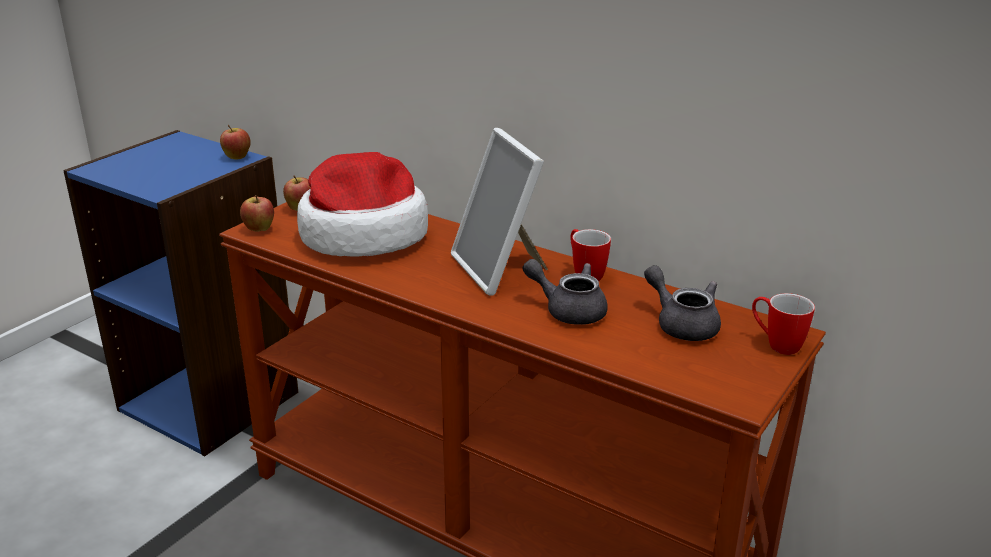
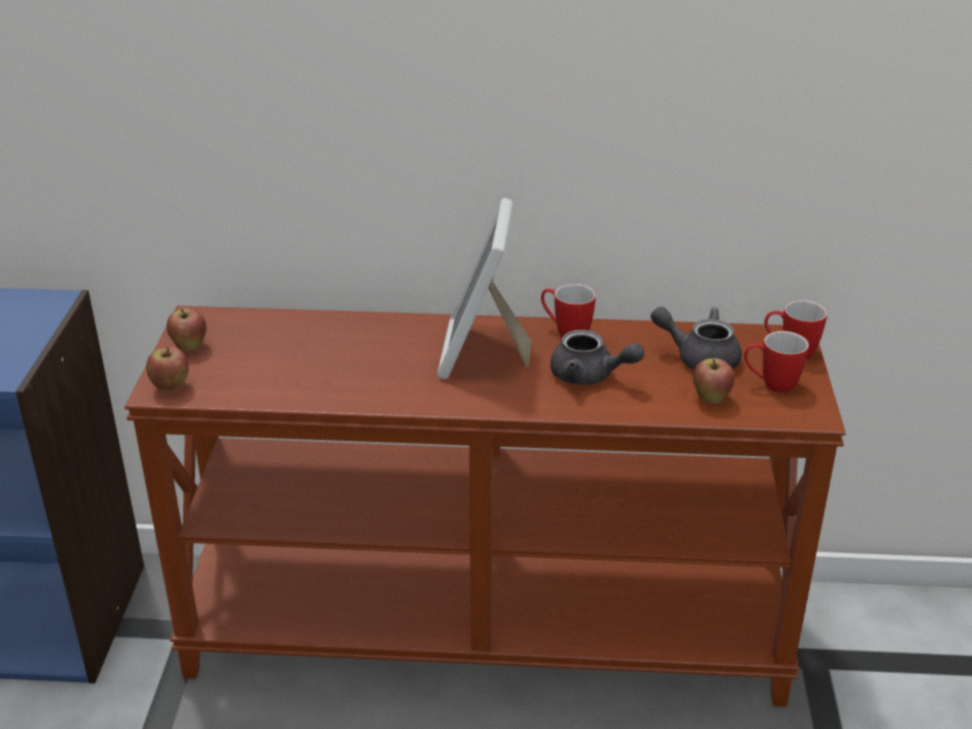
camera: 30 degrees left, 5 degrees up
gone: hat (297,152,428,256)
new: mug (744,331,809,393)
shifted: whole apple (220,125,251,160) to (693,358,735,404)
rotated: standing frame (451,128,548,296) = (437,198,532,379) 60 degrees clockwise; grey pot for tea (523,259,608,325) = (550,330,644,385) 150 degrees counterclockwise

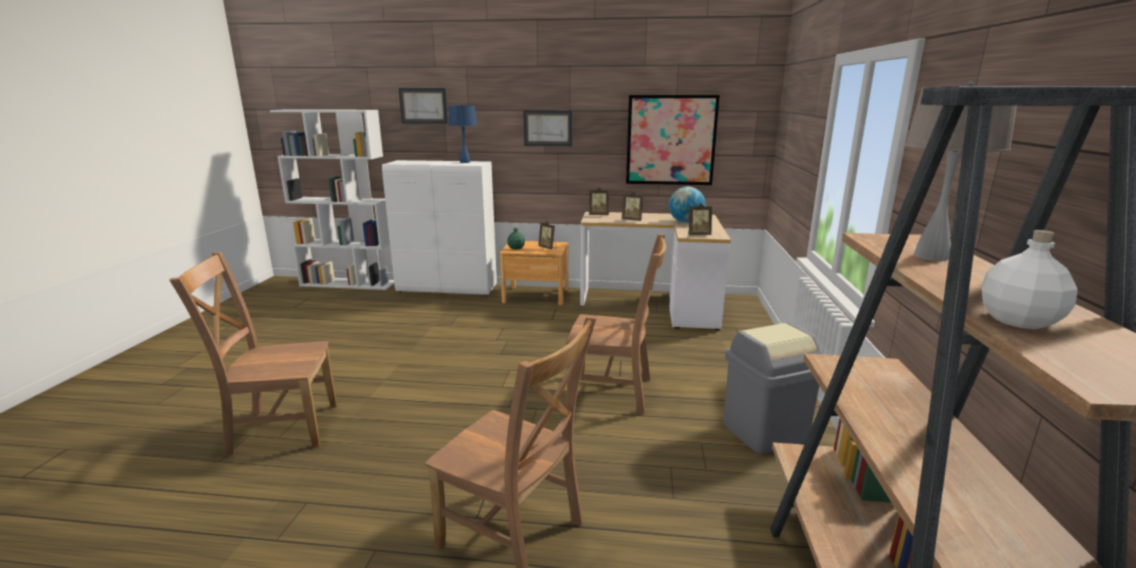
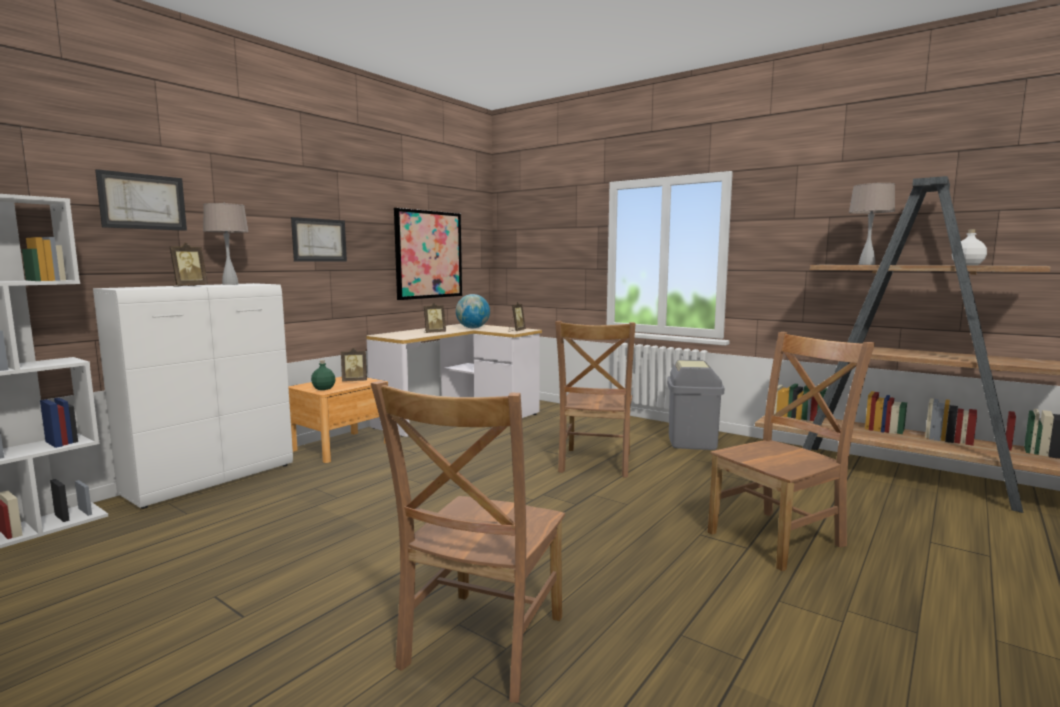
camera: 60 degrees left, 10 degrees down
shifted: standing frame (589,187,609,215) to (170,242,208,287)
repainted: blue lamp for a table (448,104,477,163) to beige-coloured lamp for a table (203,203,249,285)
rotated: brownish plain chair (566,234,666,414) = (555,321,636,477) 150 degrees clockwise

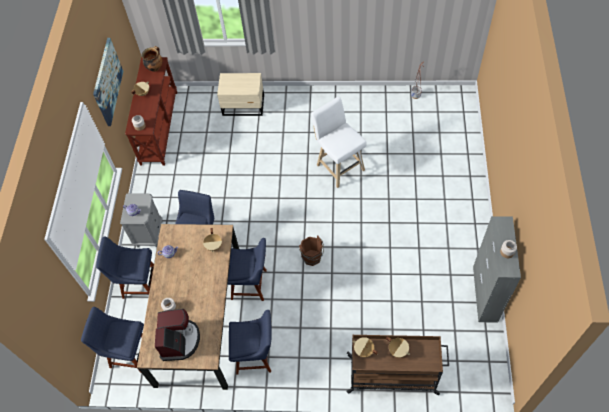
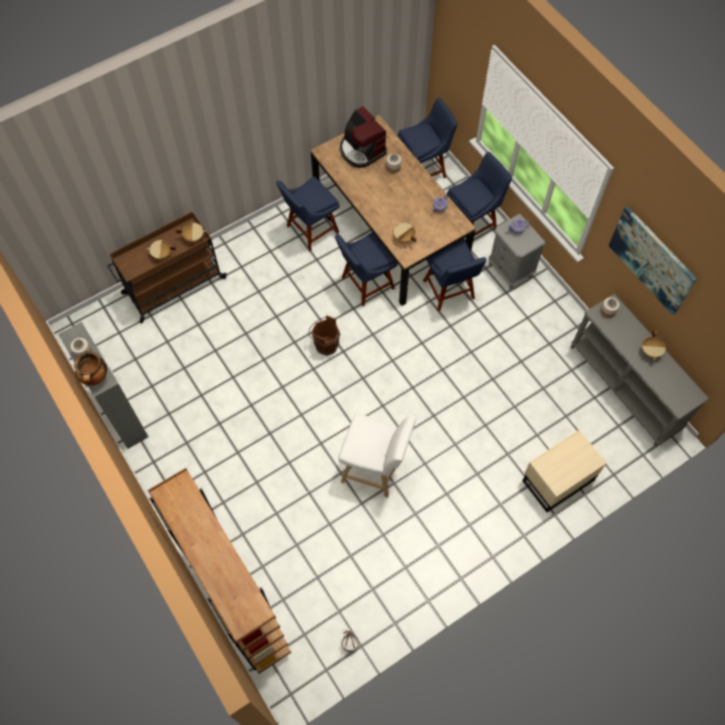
camera: 140 degrees right, 5 degrees up
new: brownish bookcase (148,468,291,674)
shifted: saucepot (142,46,162,72) to (74,351,107,386)
repainted: brownish console table (125,57,177,166) to grey console table (571,294,709,447)

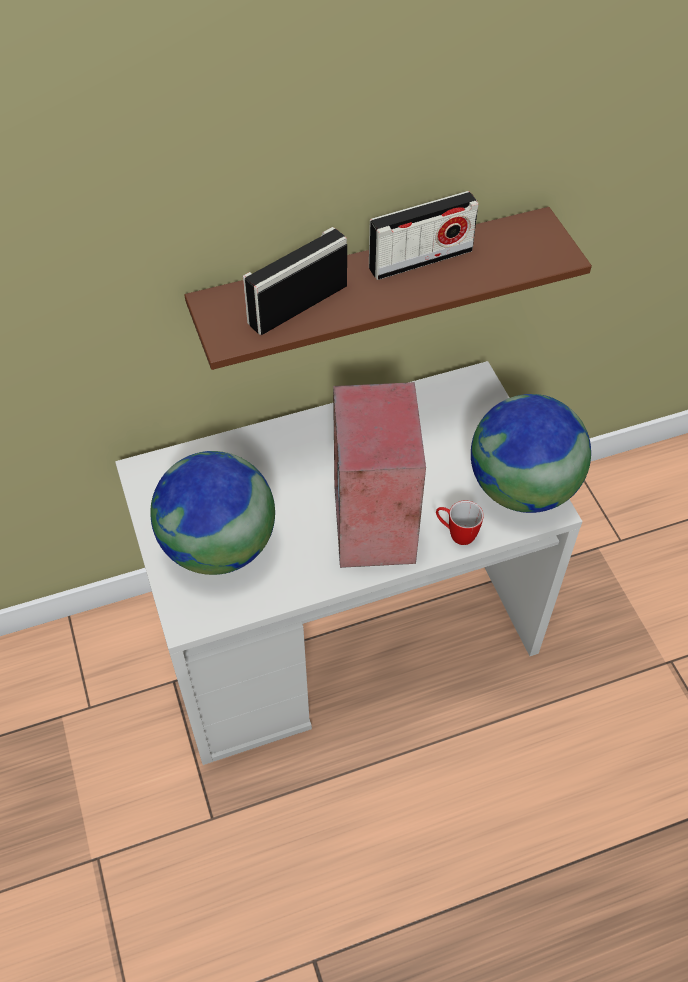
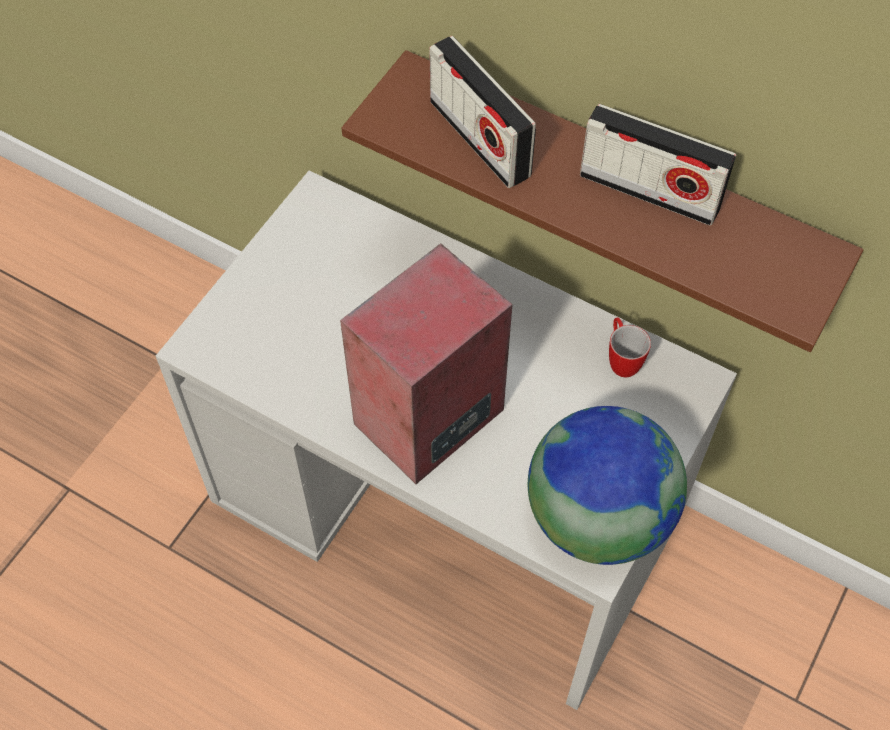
camera: 50 degrees right, 5 degrees up
gone: world globe (150,451,275,575)
shifted: mug (436,500,484,545) to (609,317,651,377)
rotated: radio receiver (243,227,347,335) = (429,36,536,188) 135 degrees counterclockwise

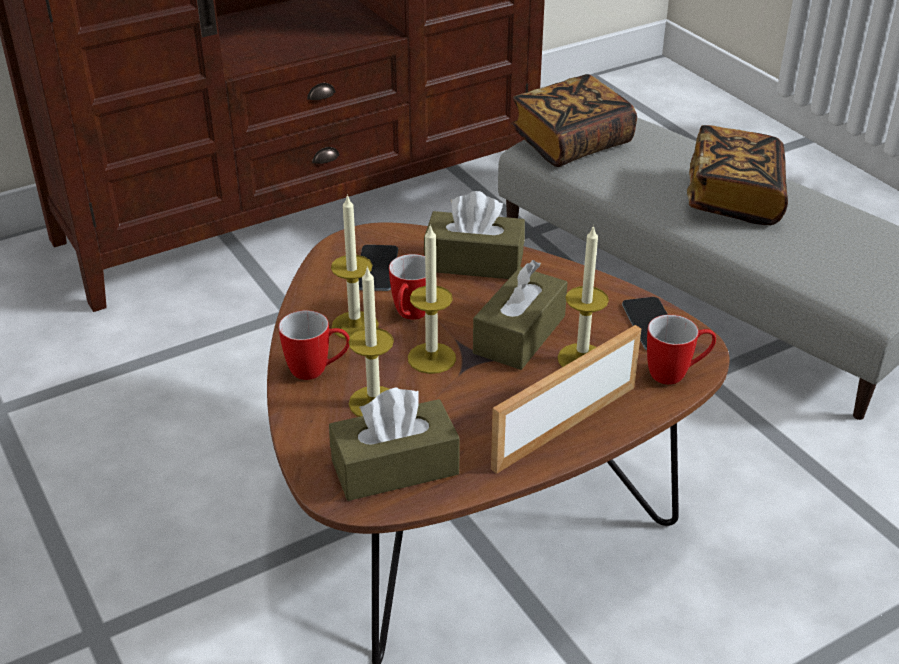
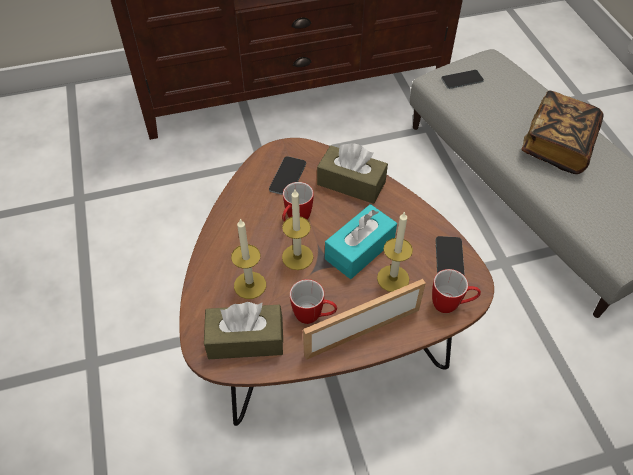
camera: 15 degrees right, 15 degrees up
gone: wax candle (331,194,379,339)
shifted: mug (279,310,350,380) to (290,279,337,324)
swapped: bound book (511,74,637,167) to telephone (441,70,484,89)
repainted: brownish tissue holder (473,260,568,370) to turquoise tissue holder (325,204,397,279)

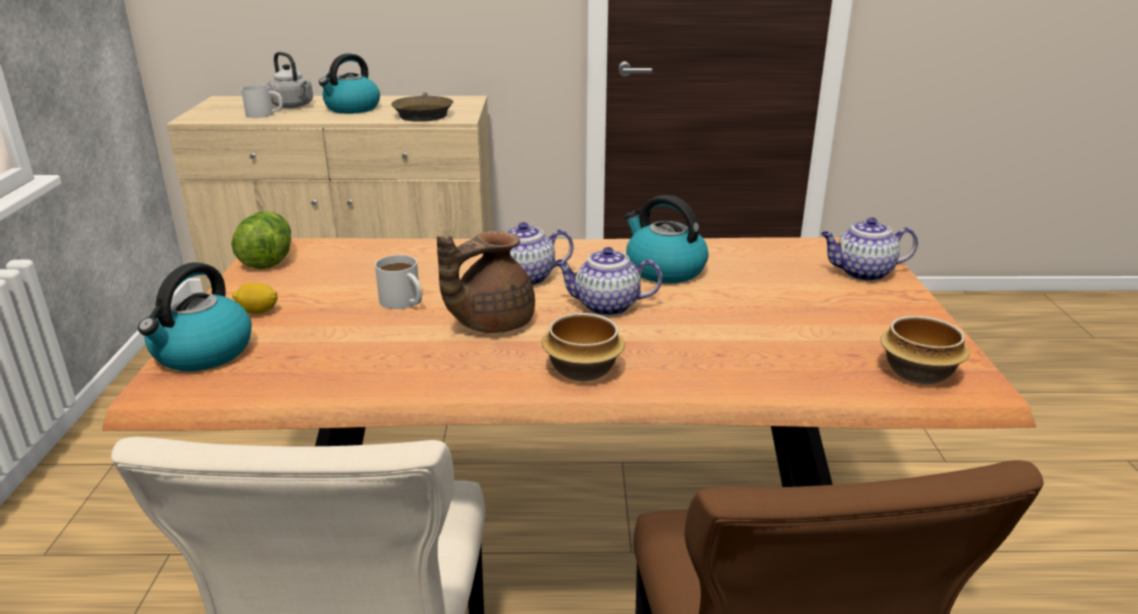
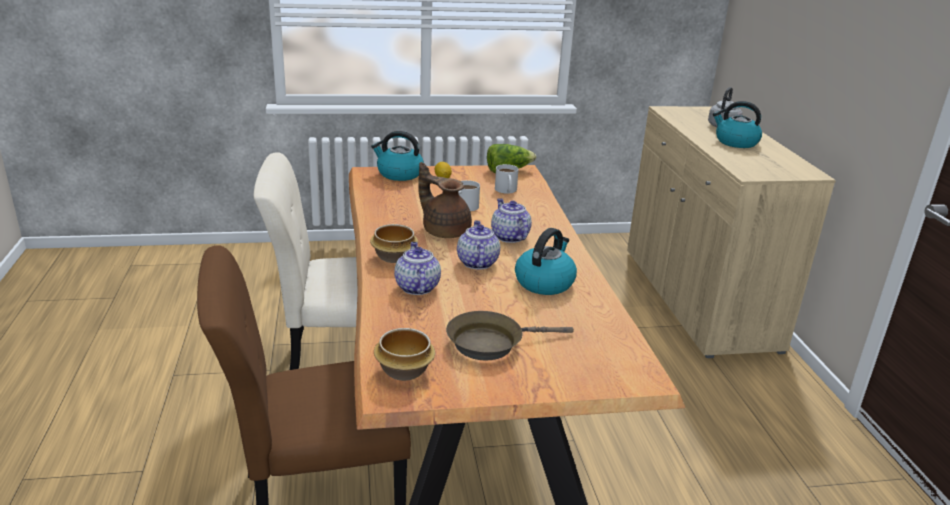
camera: 80 degrees right, 0 degrees up
shifted: white-coloured mug (241,85,283,118) to (495,164,519,193); brownish skillet (391,92,453,122) to (446,311,574,360); pot for tea (821,217,918,281) to (394,242,441,295)

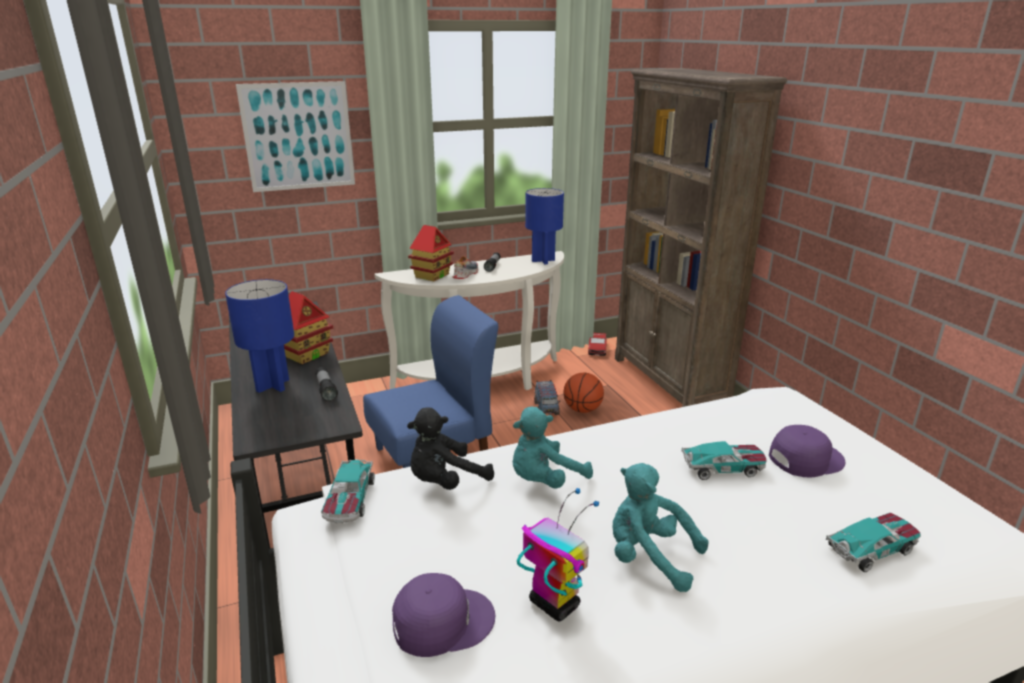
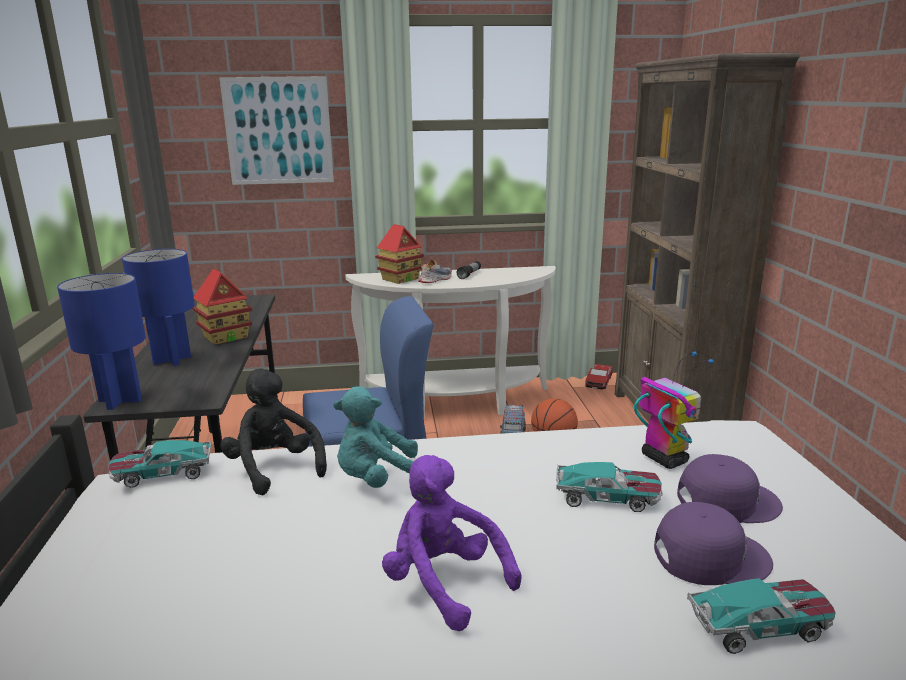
camera: 15 degrees right, 5 degrees down
gone: flashlight (315,367,338,401)
shifted: blue lamp for a table (525,188,564,264) to (57,273,146,410); robot figure (517,488,599,622) to (634,351,714,469); purple baseball cap (392,573,495,657) to (654,502,773,585)
repainted: turquoise cuddly toy (613,463,709,592) to purple cuddly toy (382,455,522,631)
rotated: black-coloured cuddly toy (407,407,494,490) = (220,368,327,495) 75 degrees clockwise; model car (321,459,375,523) = (108,440,211,488) 60 degrees clockwise

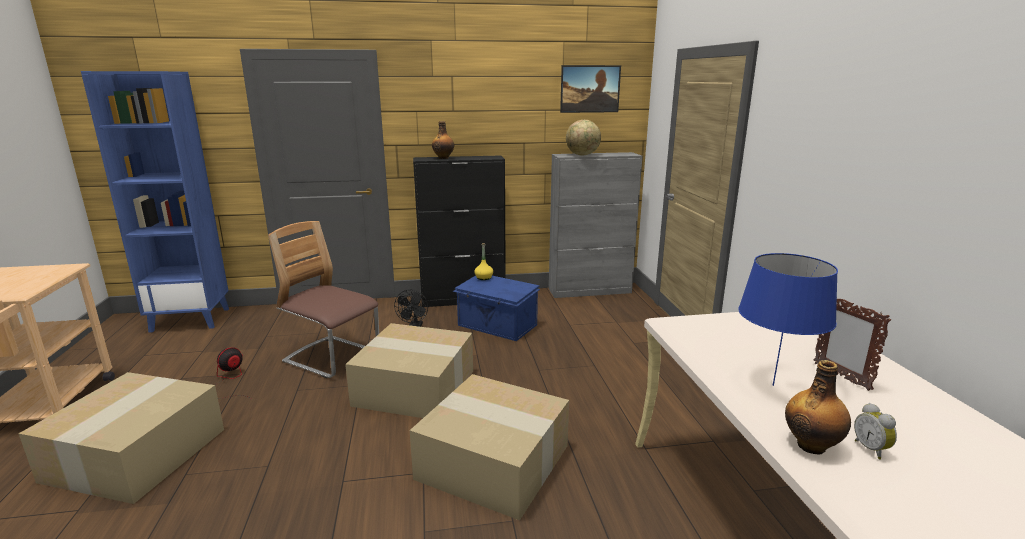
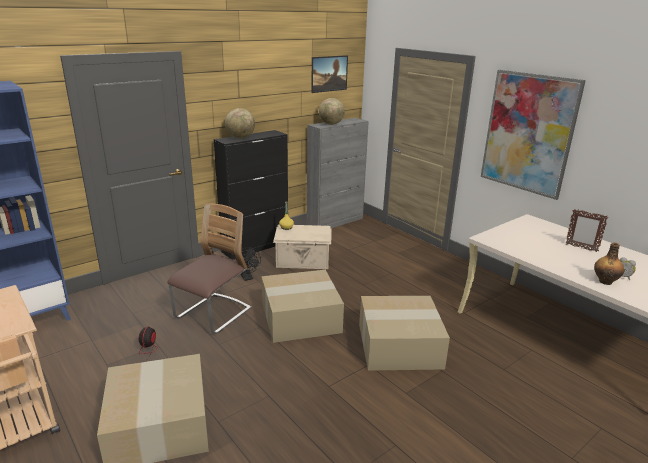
camera: 30 degrees left, 5 degrees up
gone: blue lamp for a table (738,253,838,386)
new: wall picture (481,70,586,200)
swapped: beverage bottle (432,121,454,159) to world globe (225,108,255,139)
repainted: blue storage container (453,275,540,341) to beige-coloured storage container (273,224,332,269)
rotated: plain chair (268,221,379,378) = (167,204,251,334) 120 degrees clockwise

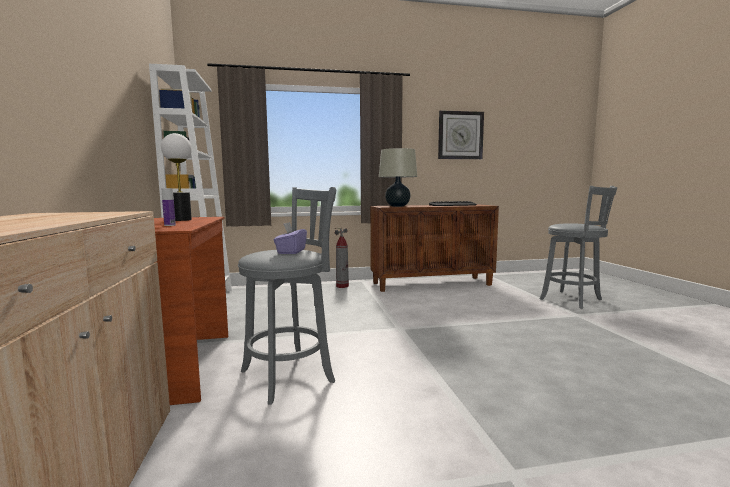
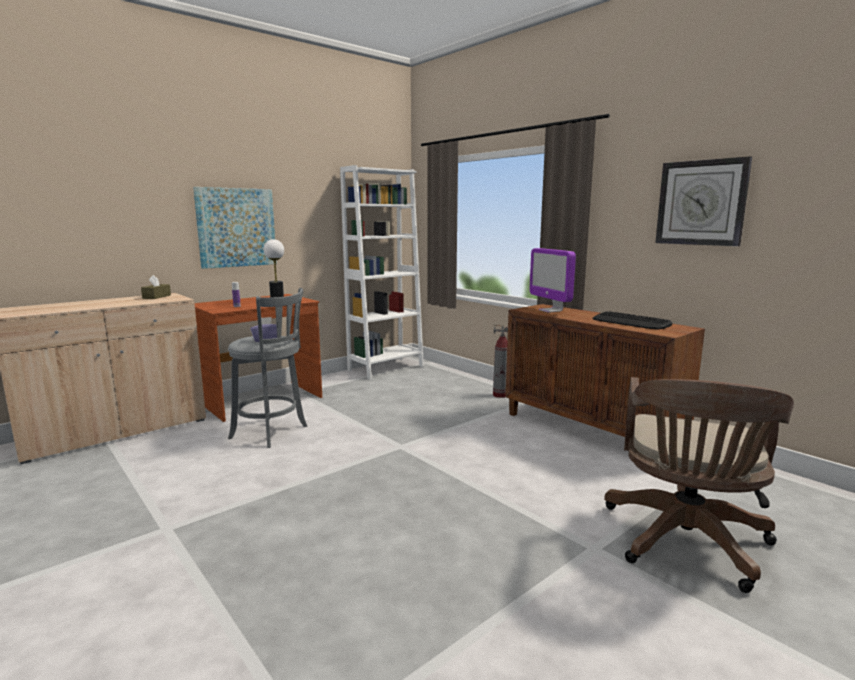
camera: 60 degrees right, 5 degrees up
new: wall picture (193,187,277,269); brownish tissue holder (141,275,171,299)
swapped: beige-coloured lamp for a table (379,148,417,207) to monitor (529,248,576,313); grey sitting stool (540,186,617,309) to brownish computer chair (604,377,794,593)

